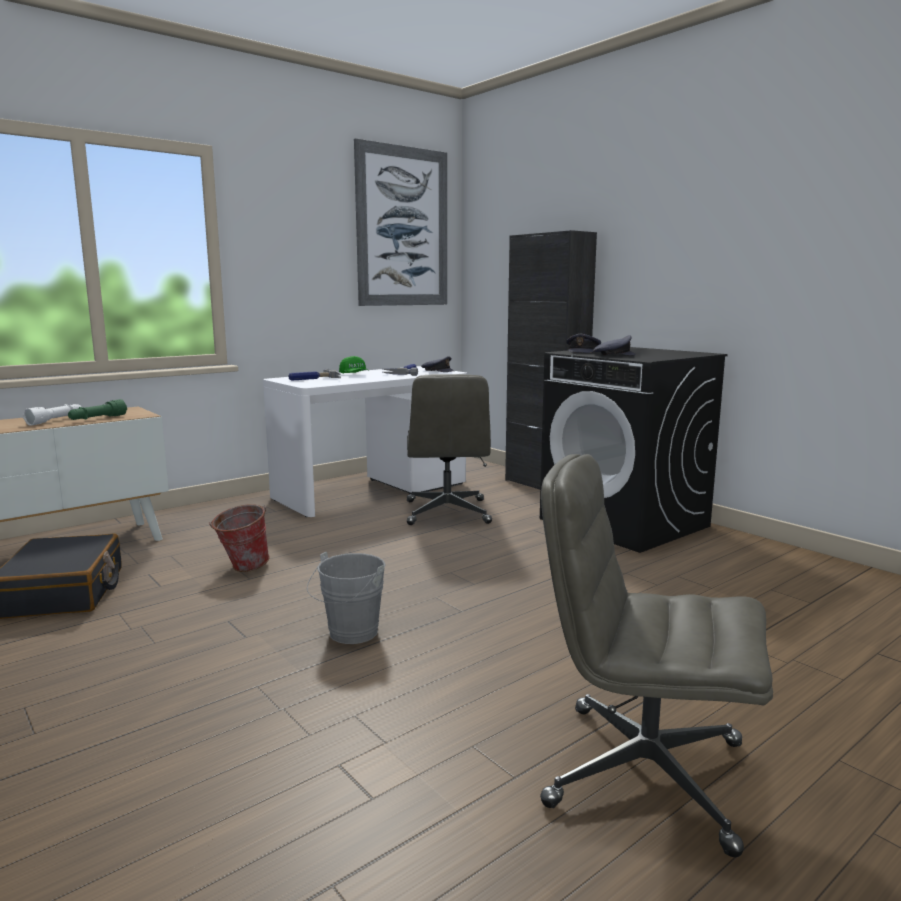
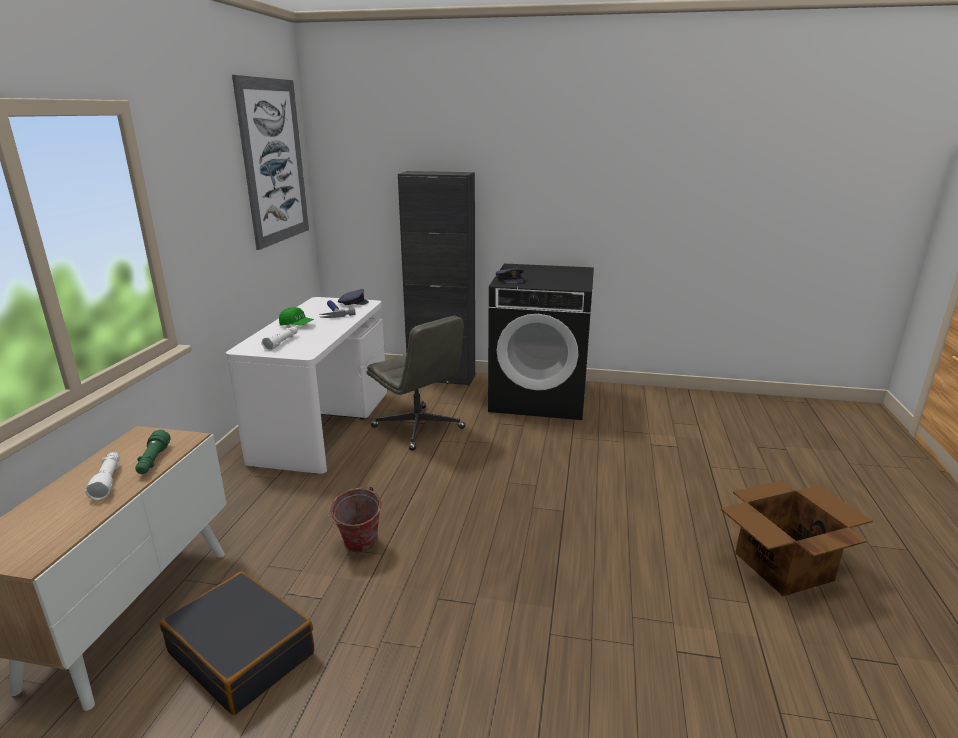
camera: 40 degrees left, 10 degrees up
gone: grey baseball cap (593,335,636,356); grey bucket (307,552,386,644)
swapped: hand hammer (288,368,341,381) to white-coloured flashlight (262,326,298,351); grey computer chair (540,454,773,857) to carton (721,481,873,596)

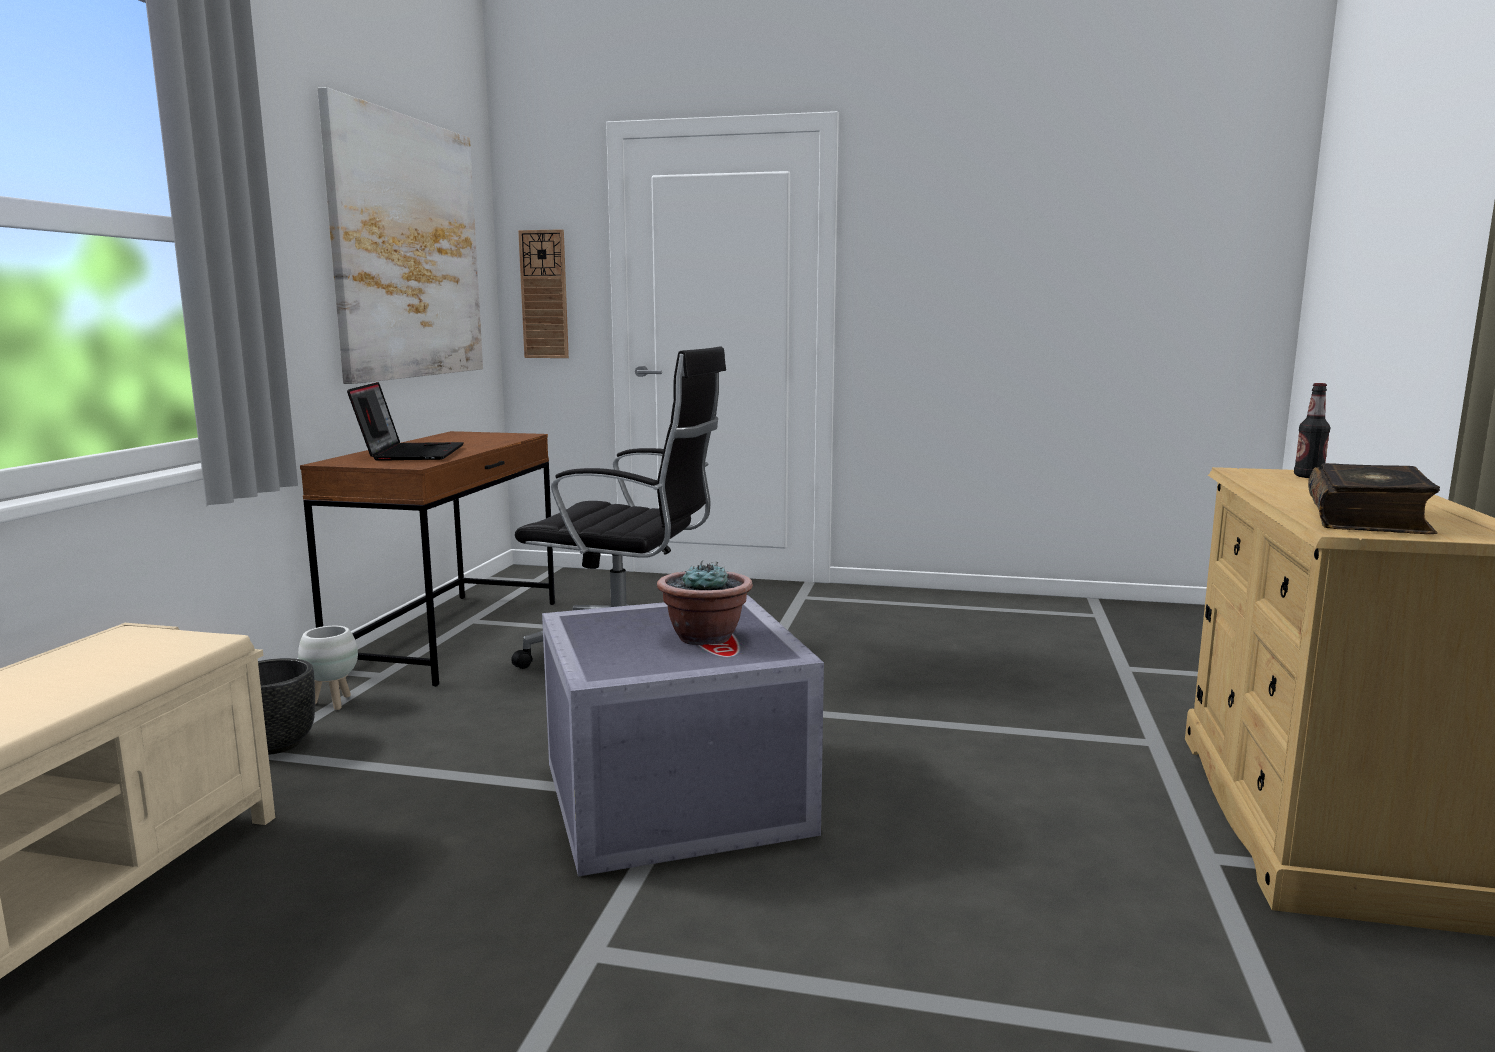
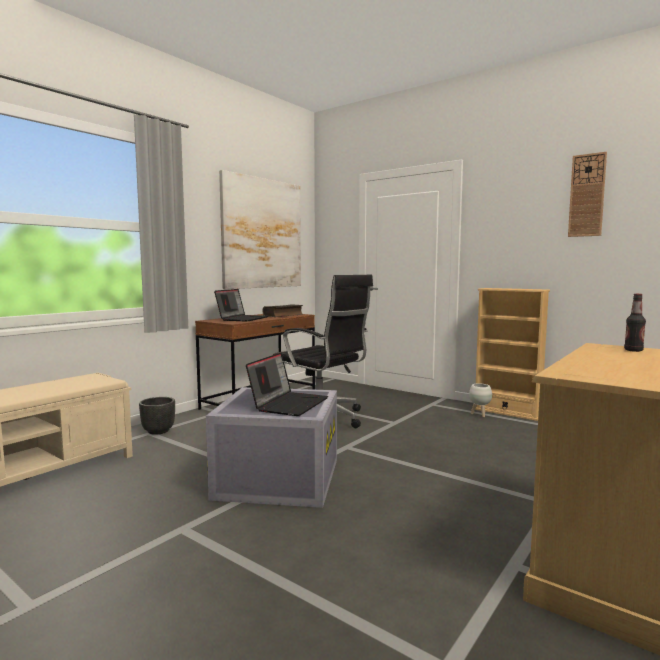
camera: 25 degrees right, 5 degrees down
new: beige-coloured bookcase (475,288,550,421)
shifted: hanging clock (518,229,569,358) to (568,152,607,237); bound book (1308,463,1440,534) to (263,304,303,317); white-coloured flower pot (298,626,358,710) to (469,383,492,417)
swapped: potted plant (657,560,753,646) to laptop (246,353,328,416)

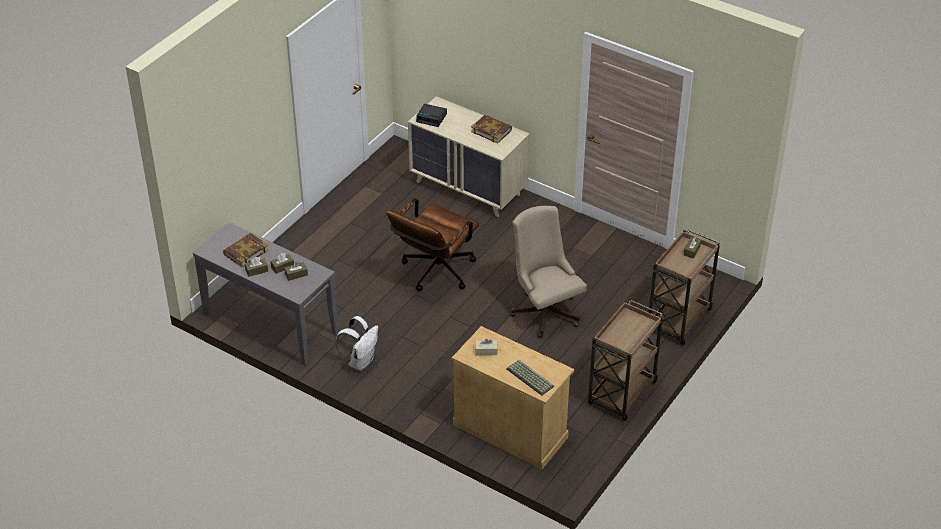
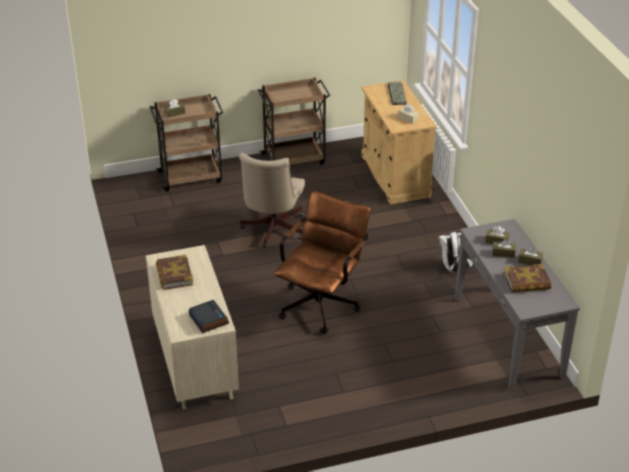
camera: 140 degrees left, 5 degrees down
rotated: brownish computer chair (386,198,479,291) = (274,190,371,334) 45 degrees counterclockwise

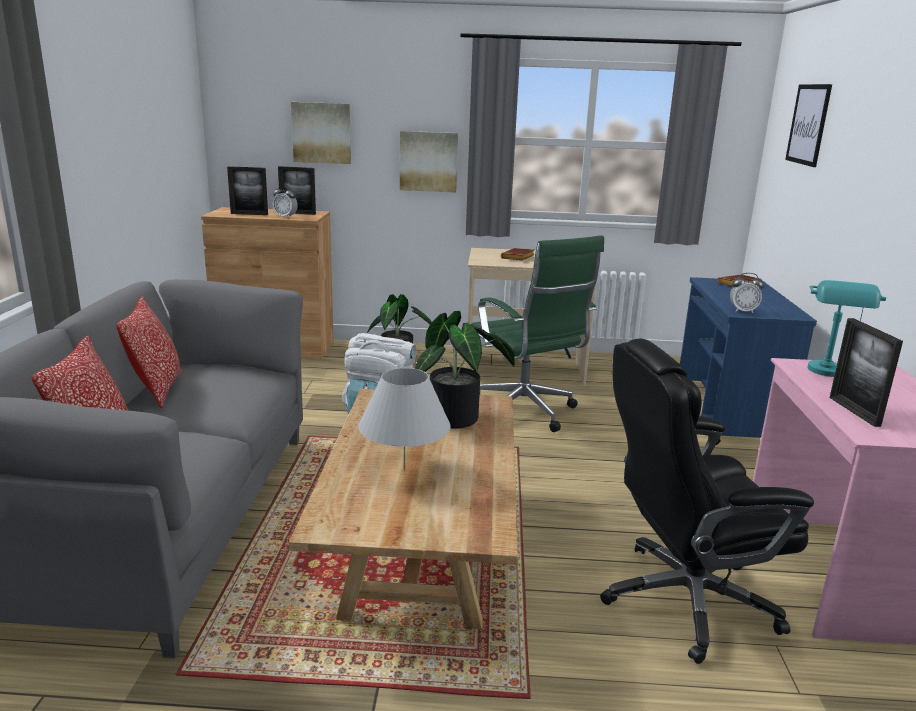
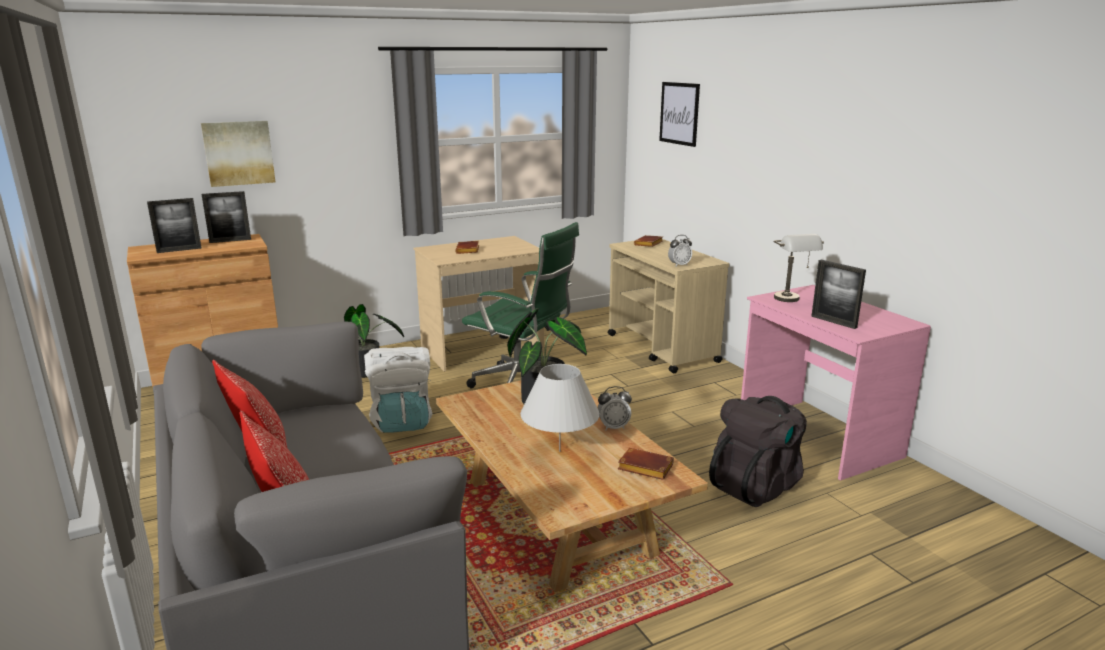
camera: 30 degrees left, 0 degrees up
gone: wall picture (400,131,458,192)
new: brownish bound book (618,448,674,480)
shifted: bedside clock (273,185,298,218) to (597,386,632,431)
swapped: black-coloured computer chair (600,339,814,664) to black-coloured rucksack (709,396,807,507)
repainted: blue wheeled cart (680,277,817,445) to beige-coloured wheeled cart (608,239,730,373); turquoise lamp for a table (808,280,886,377) to grey lamp for a table (773,234,824,302)

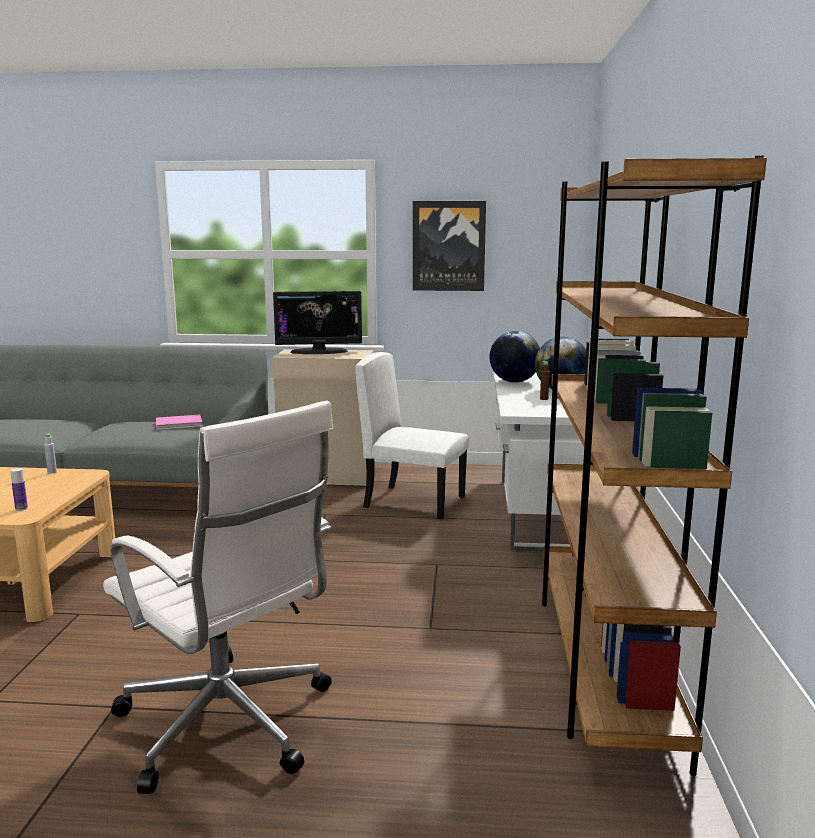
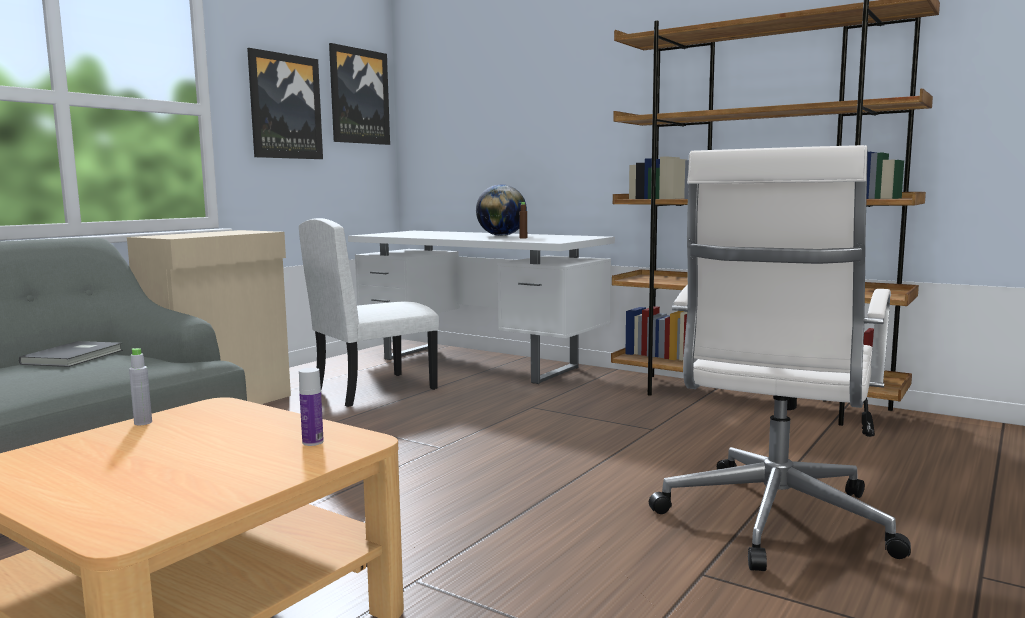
camera: 60 degrees left, 5 degrees down
gone: monitor (273,291,362,354); world globe (489,331,540,383)
new: wall picture (329,43,390,145)
repainted: pink-coloured bound book (156,414,202,430) to grey bound book (19,341,123,367)
rotated: white-coloured computer chair (103,401,334,794) = (649,145,911,571) 135 degrees clockwise

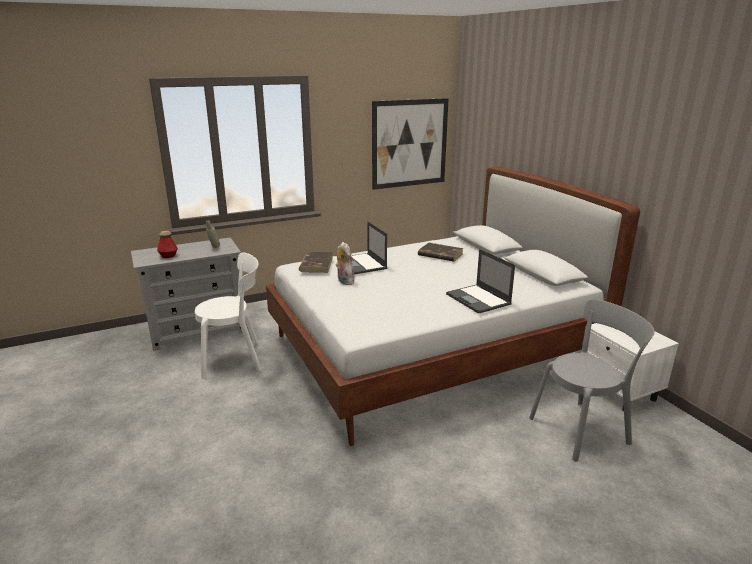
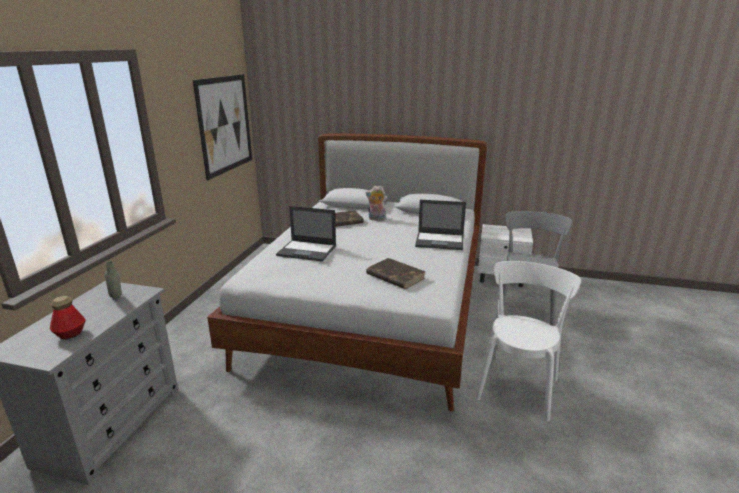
camera: 50 degrees left, 0 degrees up
shifted: cuddly toy (336,242,356,285) to (366,186,386,221); white-coloured plain chair (195,252,261,378) to (475,261,581,421); brownish bound book (299,252,333,273) to (366,258,426,289)

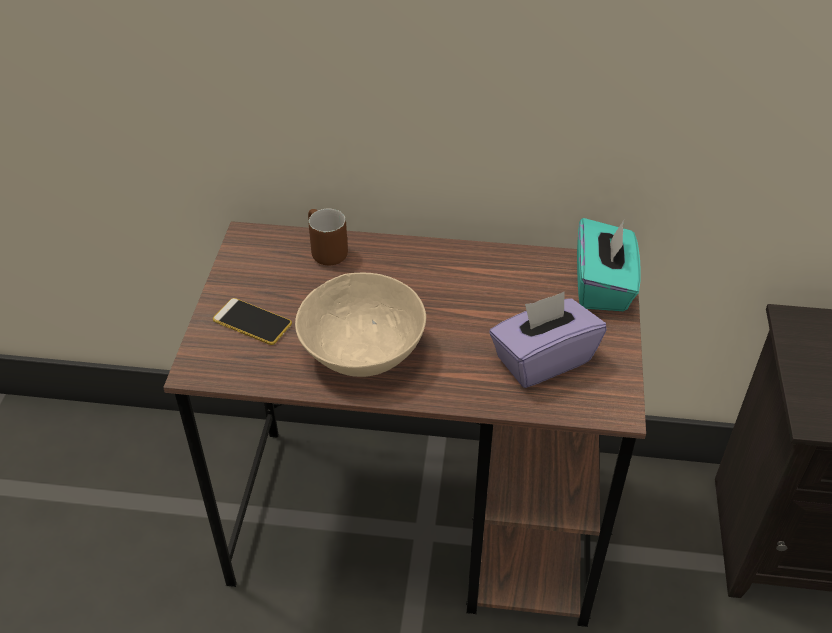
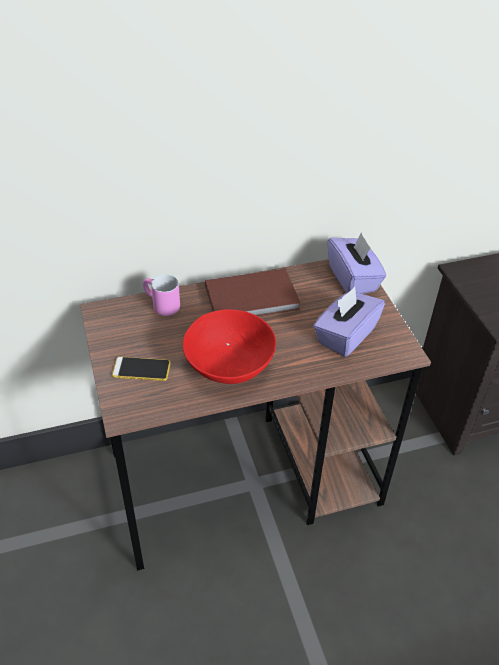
camera: 25 degrees left, 0 degrees up
new: brownish bound book (205,269,301,317)
repainted: brownish mug (308,209,348,265) to pink-coloured mug (143,274,180,316); turquoise tissue holder (577,218,641,311) to purple tissue holder (327,233,386,294); beige-coloured deep dish (295,272,426,377) to red deep dish (183,309,276,384)

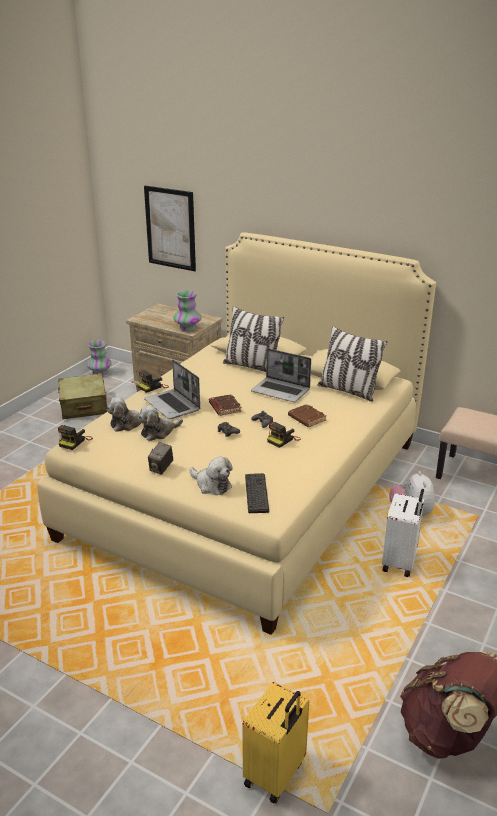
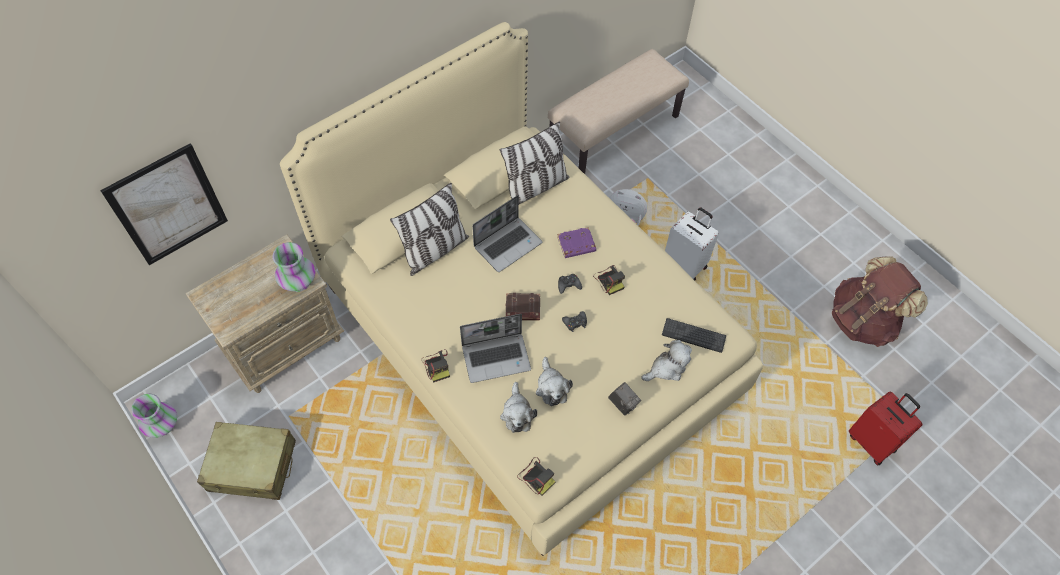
camera: 70 degrees left, 30 degrees up
repainted: brownish bound book (288,404,326,427) to purple bound book (557,227,596,258); yellowish travel case (242,682,309,804) to red travel case (849,392,922,465)

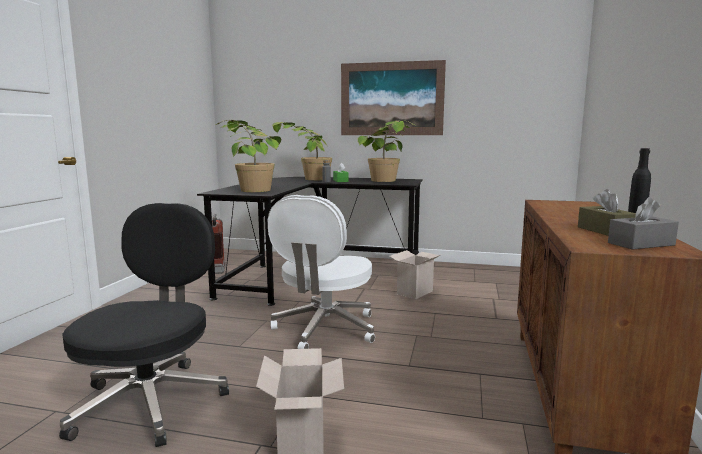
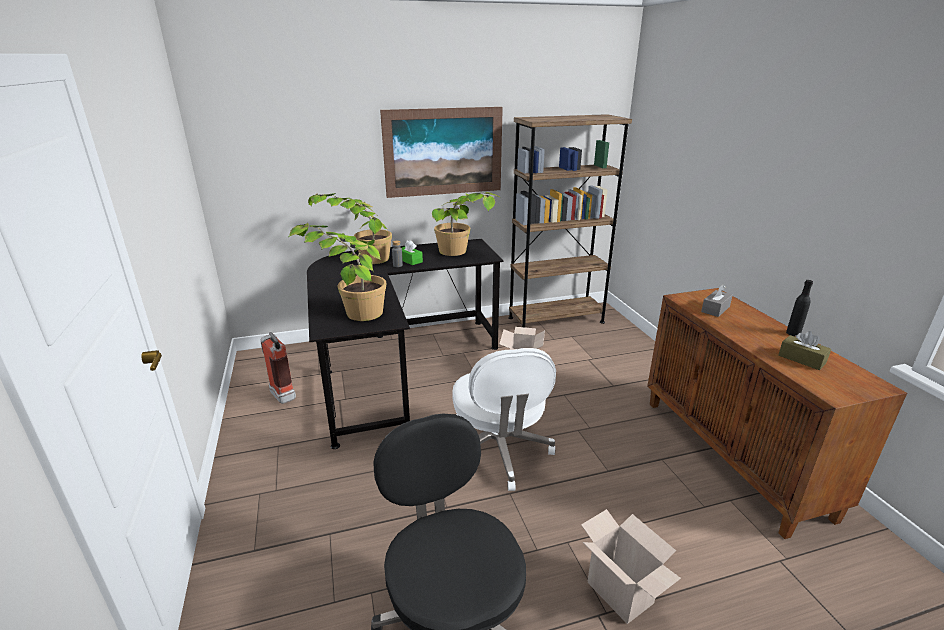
camera: 30 degrees left, 15 degrees up
new: brownish bookcase (508,114,632,327)
shifted: grey tissue holder (608,197,679,250) to (701,285,733,317)

